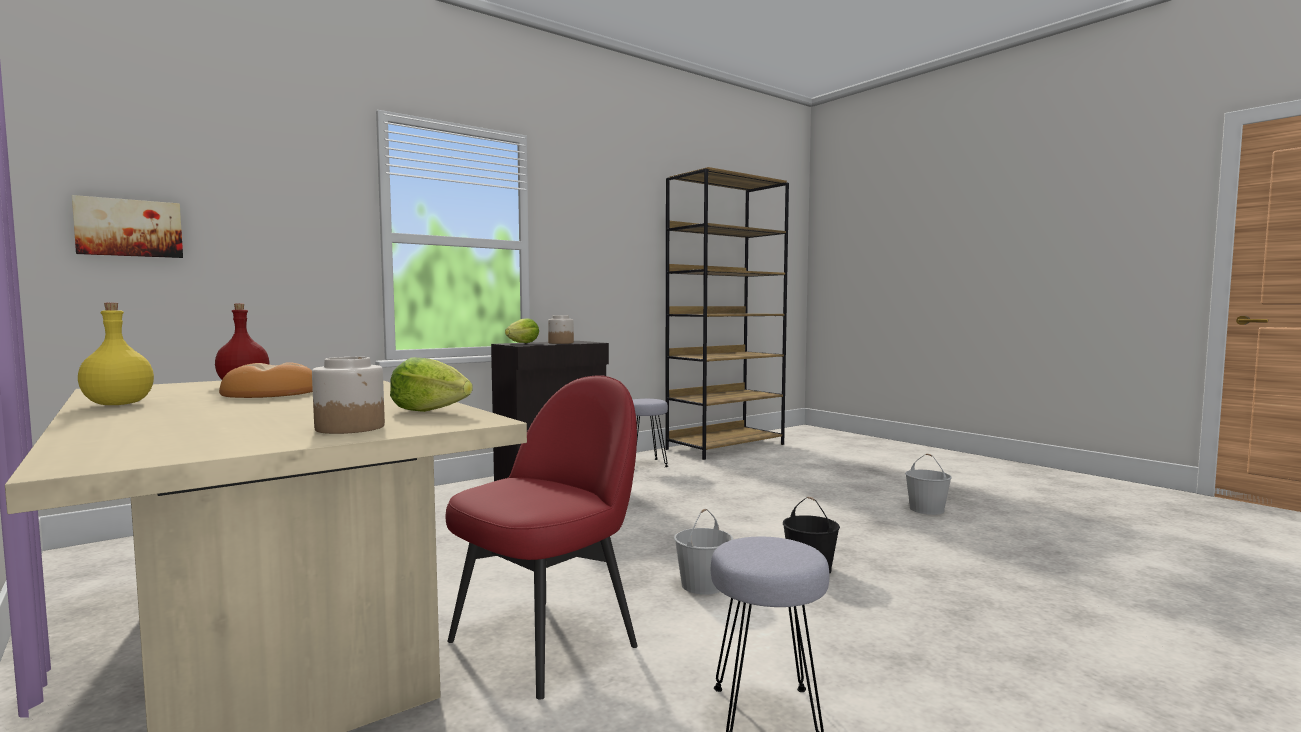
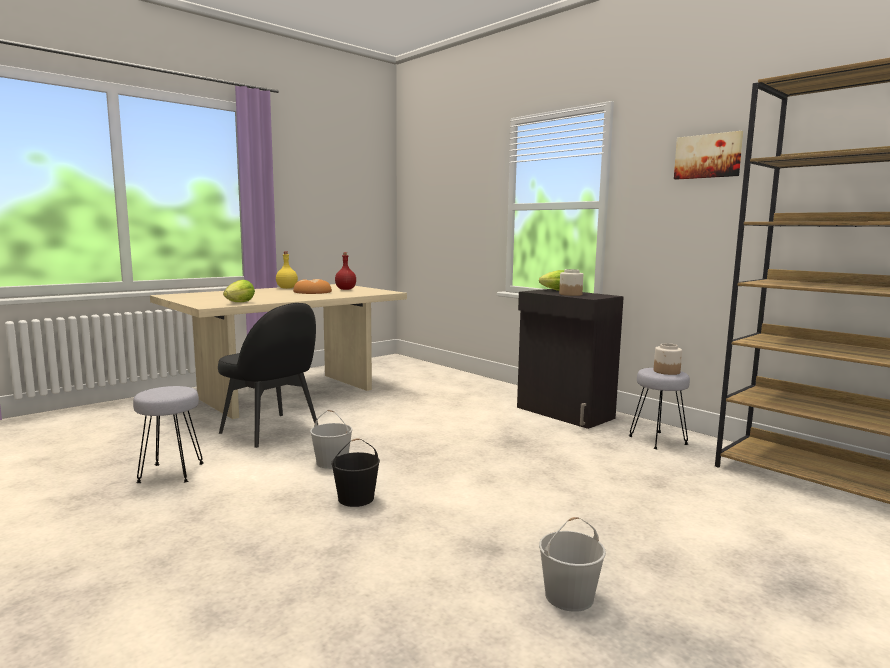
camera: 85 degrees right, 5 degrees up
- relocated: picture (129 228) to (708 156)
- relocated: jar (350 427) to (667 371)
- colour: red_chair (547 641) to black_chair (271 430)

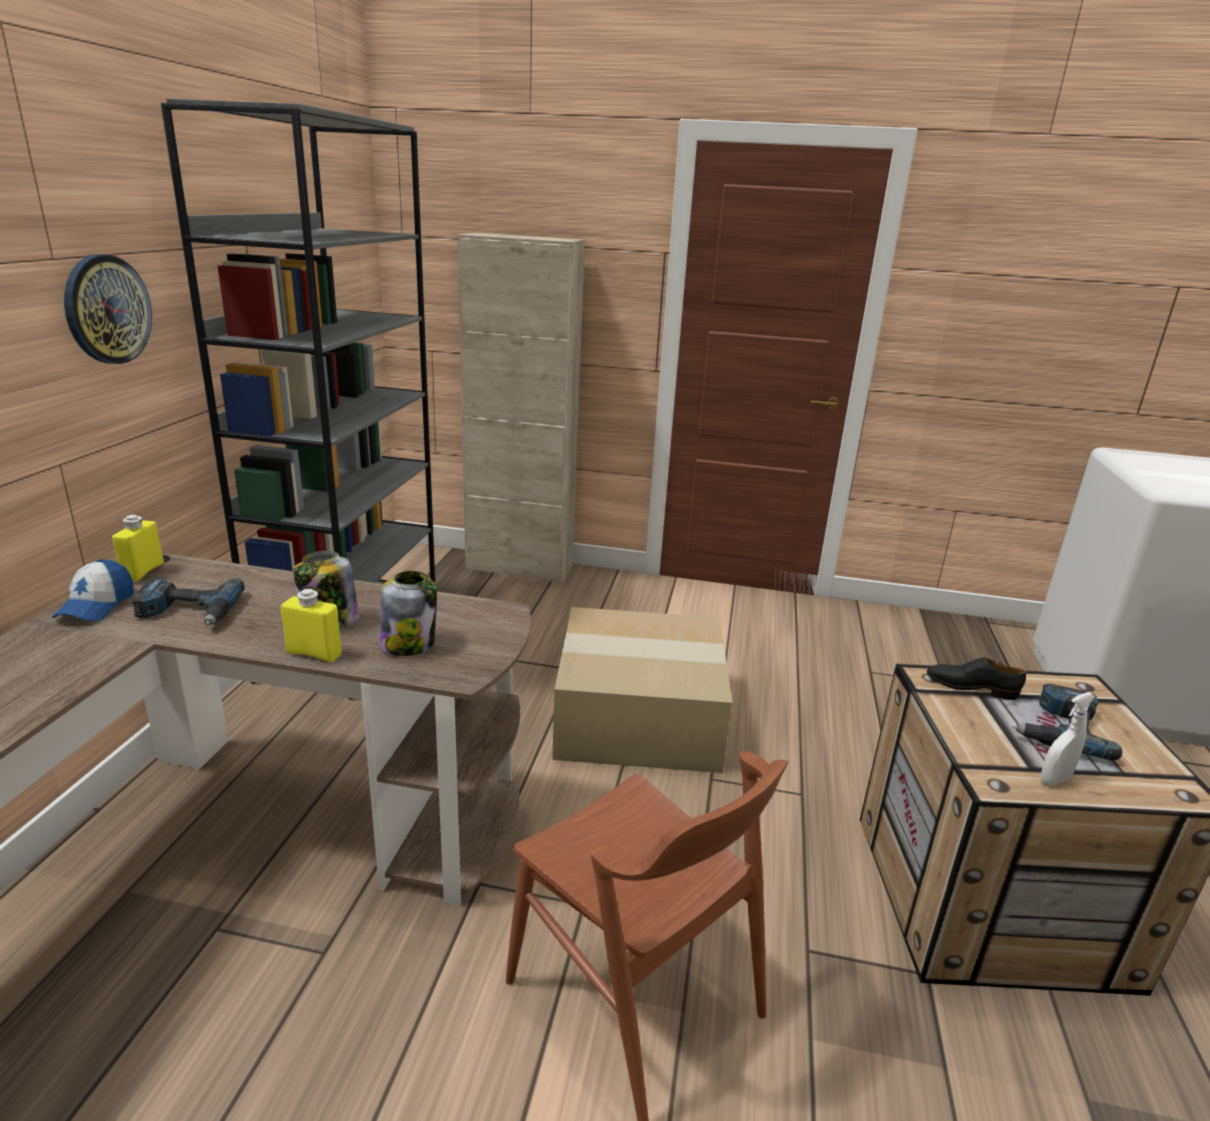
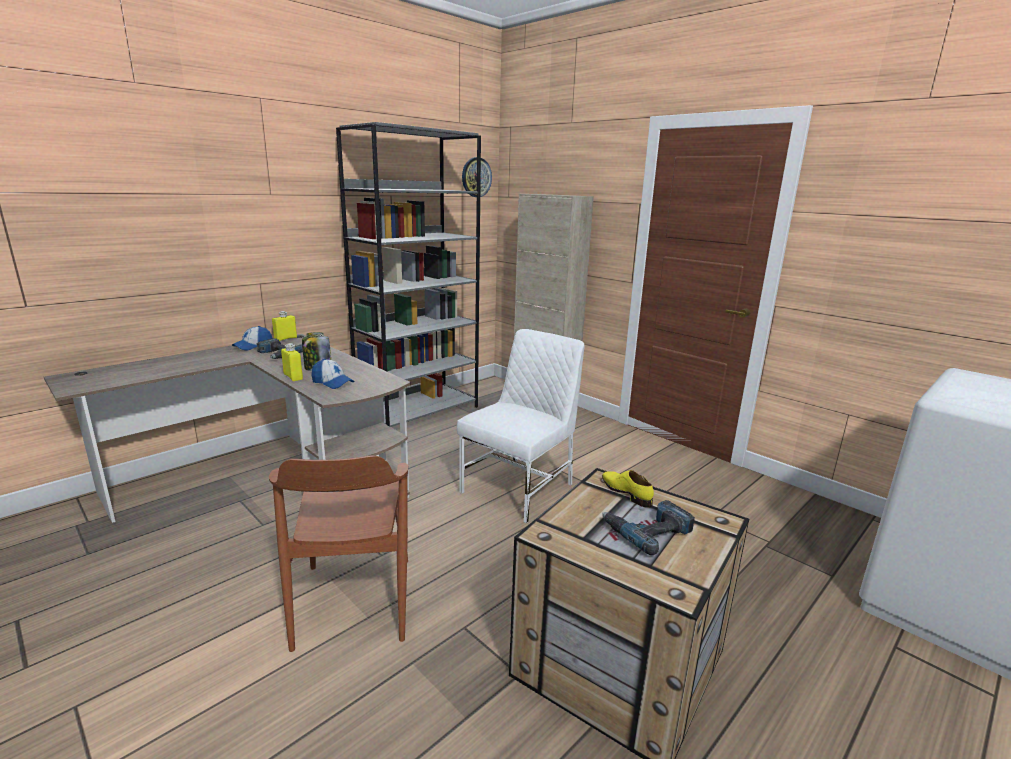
camera: 35 degrees right, 5 degrees down
- missing: white_spray_bottle (1055 779)
- relocated: wall_clock (107 309) to (476 177)
- exchanged: jar (409 644) to cap (332 382)
- exchanged: cardboard_box (641 715) to white_chair (520 488)
- colour: black_shoe (971 687) to yellow_shoe (626 492)

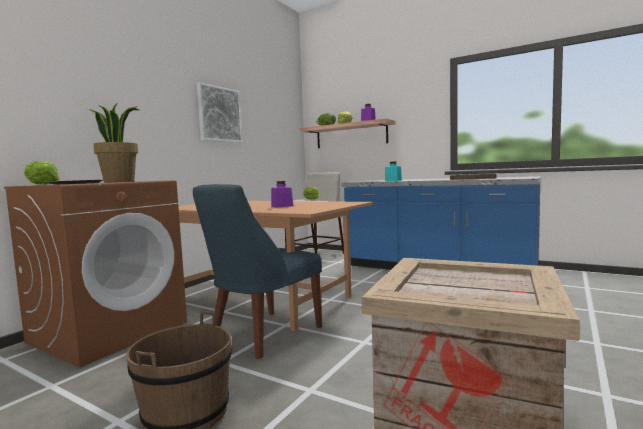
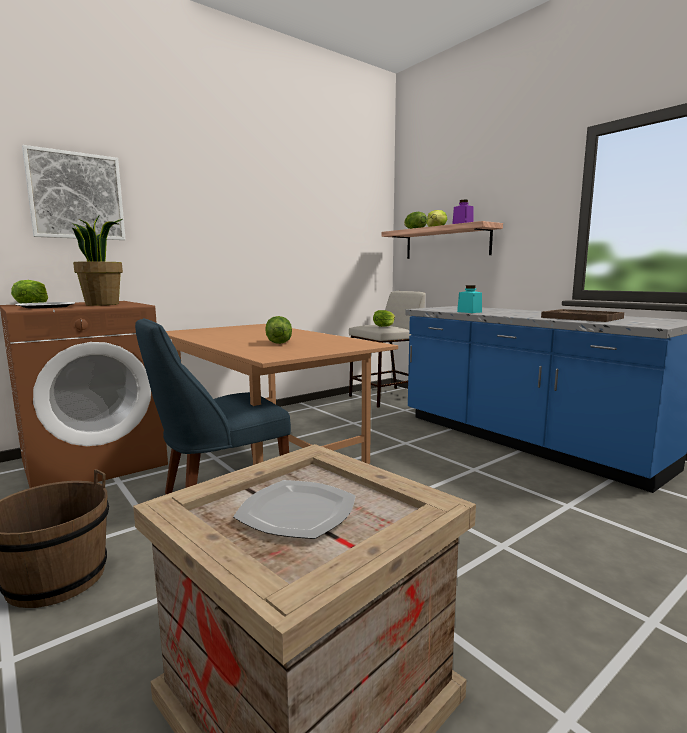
camera: 20 degrees right, 5 degrees up
- appeared: plate (296 511)
- relocated: picture (219 114) to (76 196)
- exchanged: purple_jar (282 206) to lettuce (278 343)

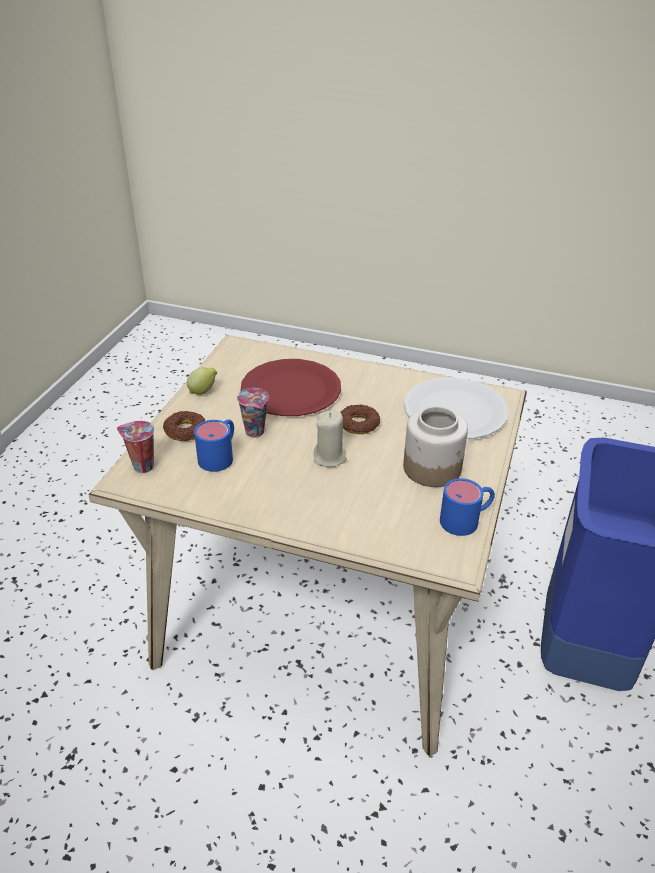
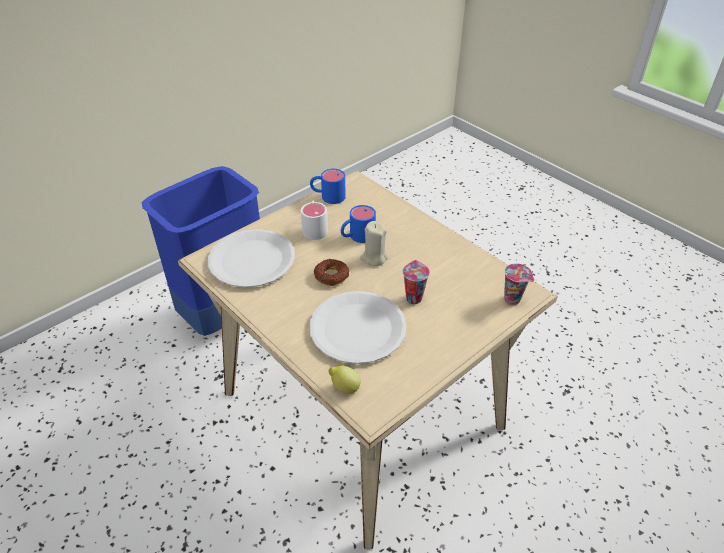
camera: 150 degrees left, 5 degrees up
- missing: donut (185 430)
- relocated: lemon (203 391) to (344 388)
- relocated: blue_mug (220 455) to (357 237)
- exchanged: jar (433 468) to white_mug (314 228)
- colour: red_plate (291 390) to white_plate (358 328)

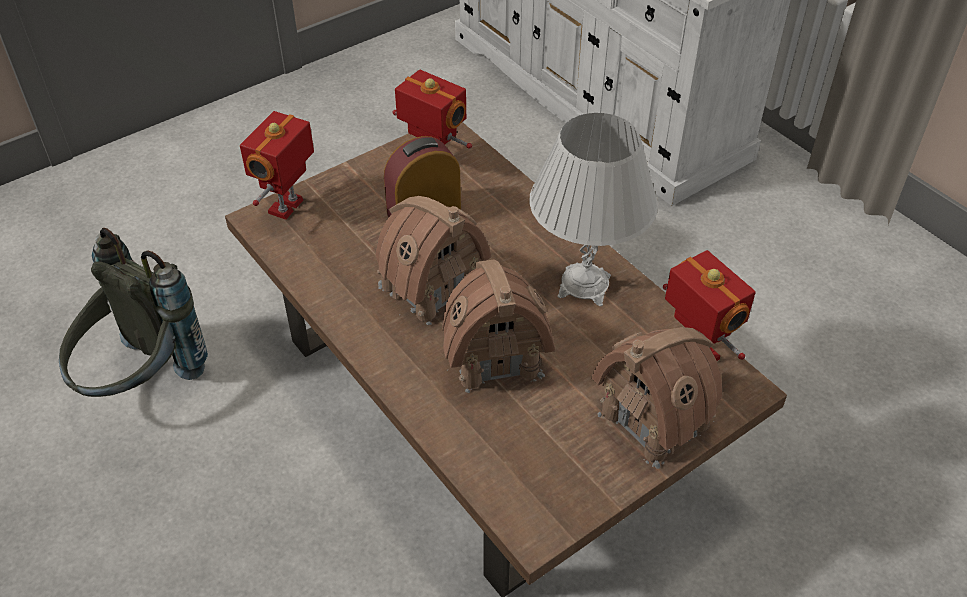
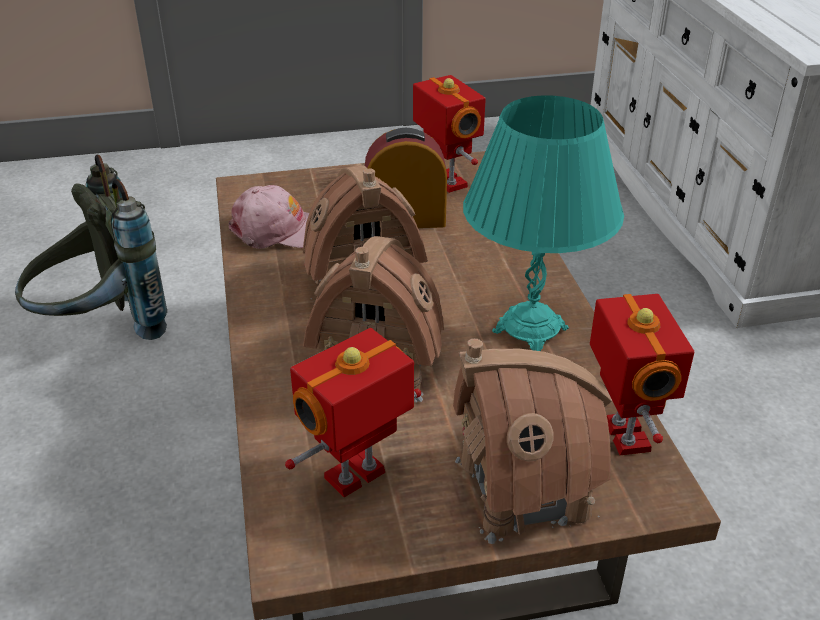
camera: 25 degrees right, 10 degrees down
- appeared: pink_cap (280 230)
- relocated: toy_robot (288 207) to (357 477)
- colour: white_table_lamp (584 286) to turquoise_table_lamp (530 330)

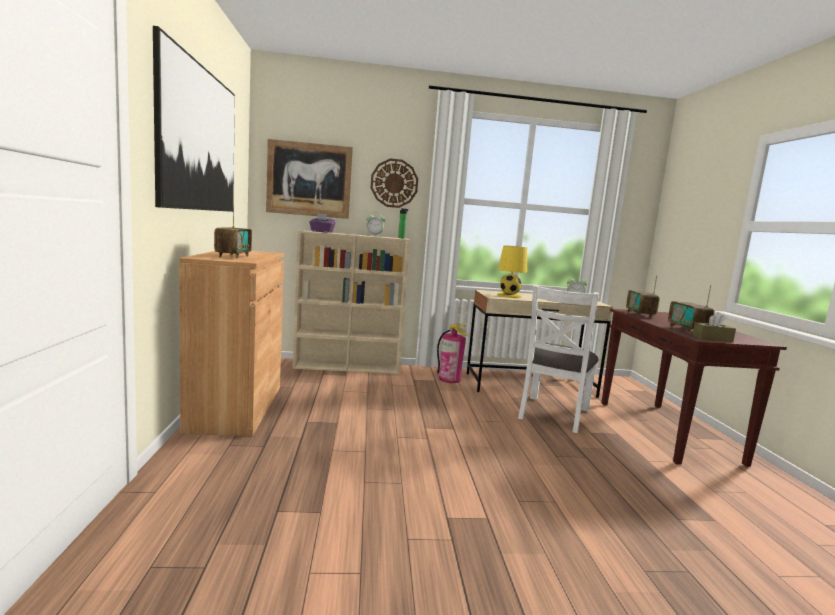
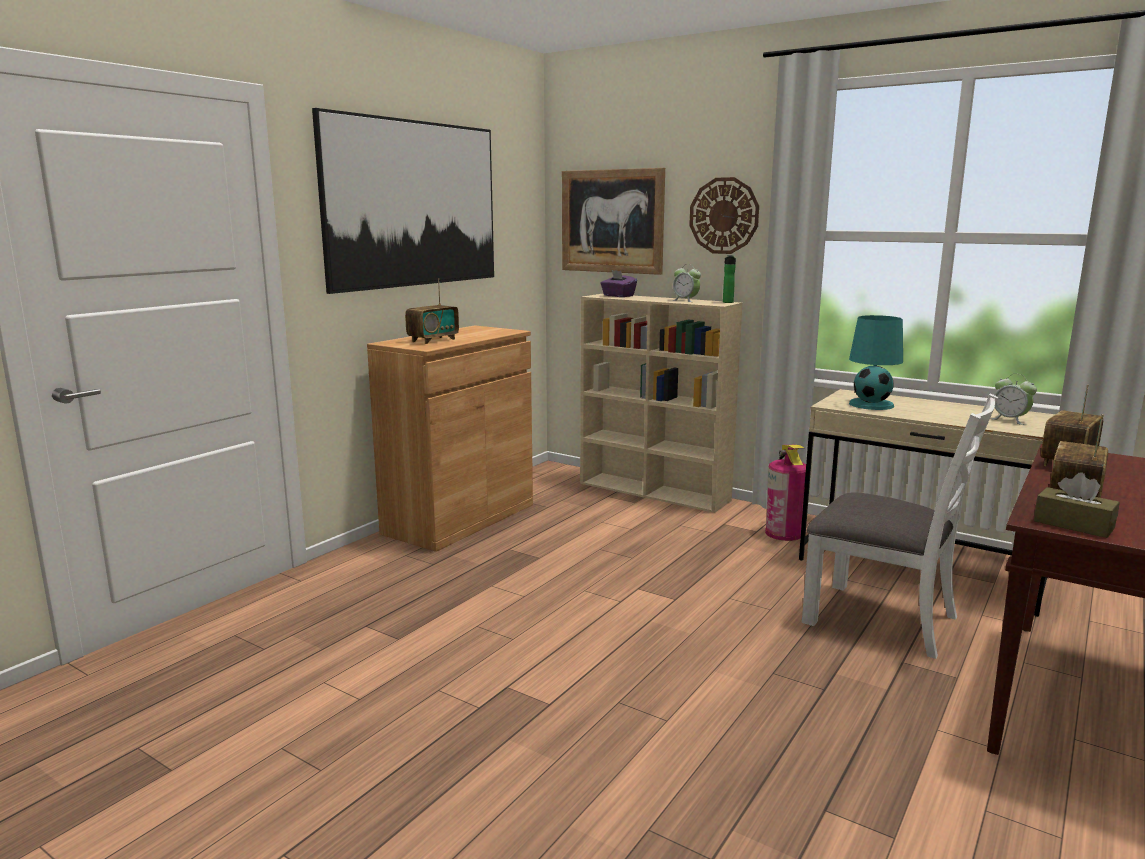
camera: 40 degrees right, 5 degrees up
- colour: yellow_table_lamp (509 296) to turquoise_table_lamp (872 405)
- spun: white_chair (553 413) = (882 619) 120 degrees counterclockwise

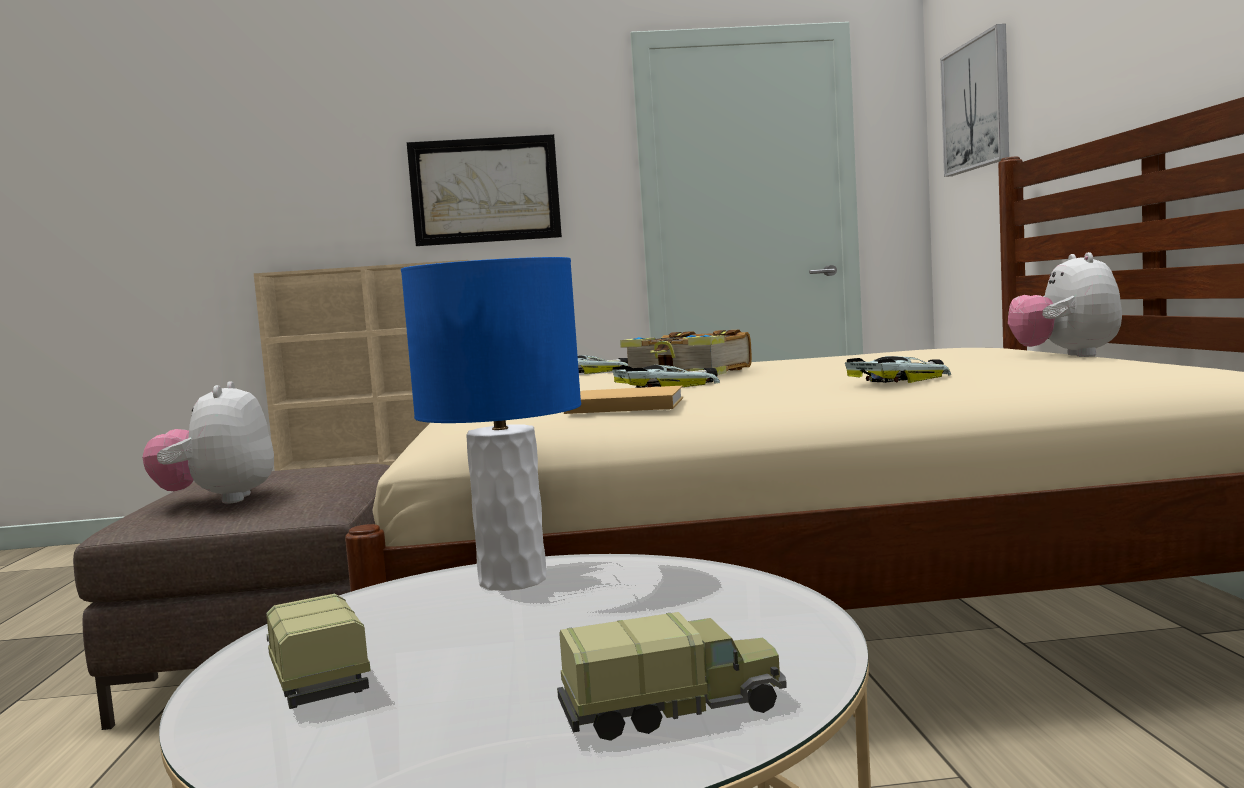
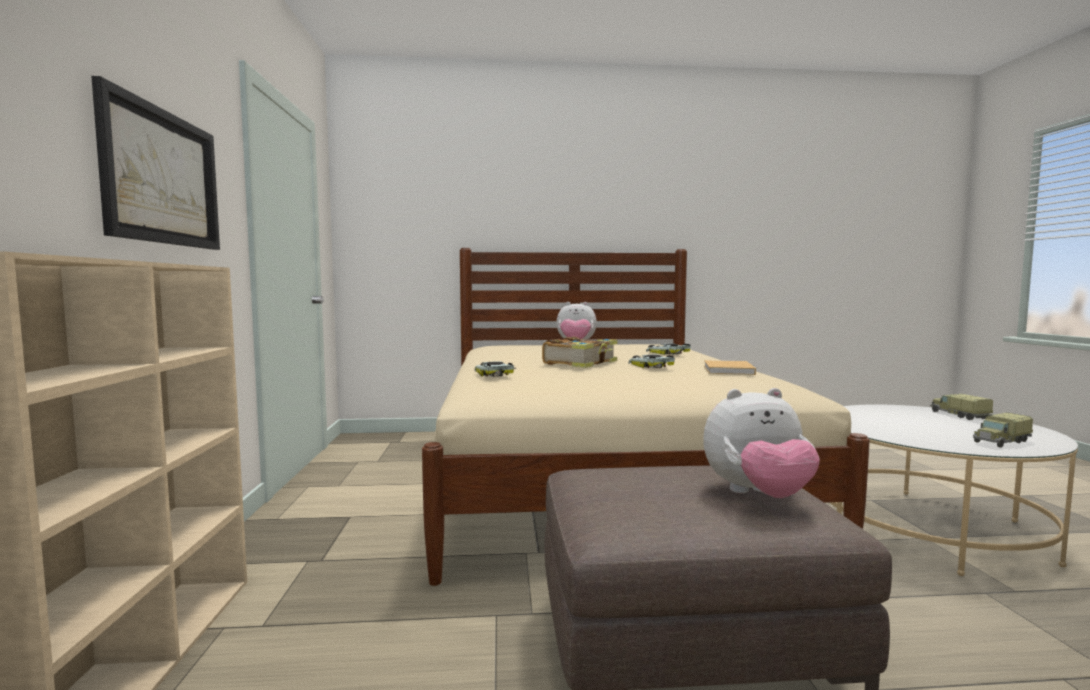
camera: 90 degrees left, 0 degrees up
- missing: blue_table_lamp (514 580)
- missing: picture (977 105)

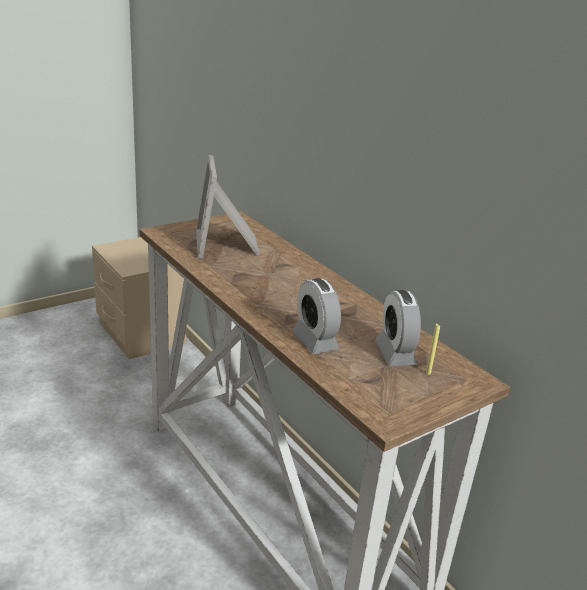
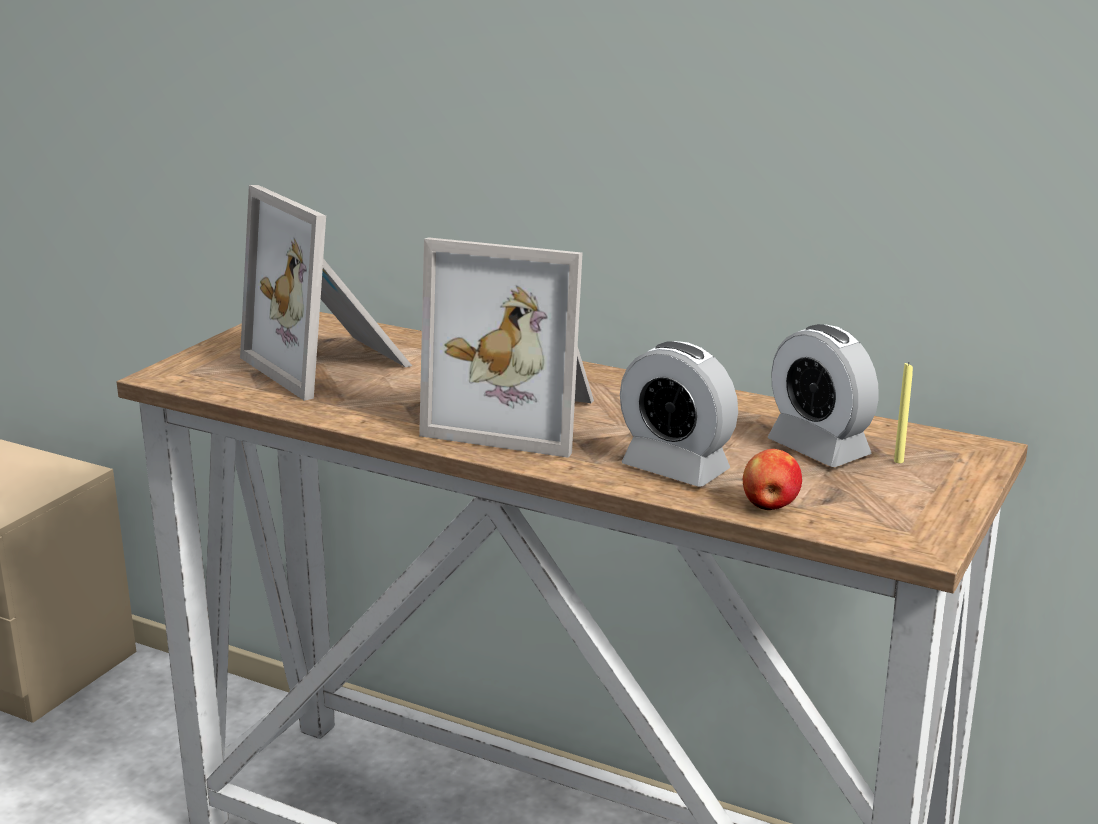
camera: 25 degrees left, 5 degrees down
- appeared: picture_frame (519 418)
- appeared: apple (770 506)

